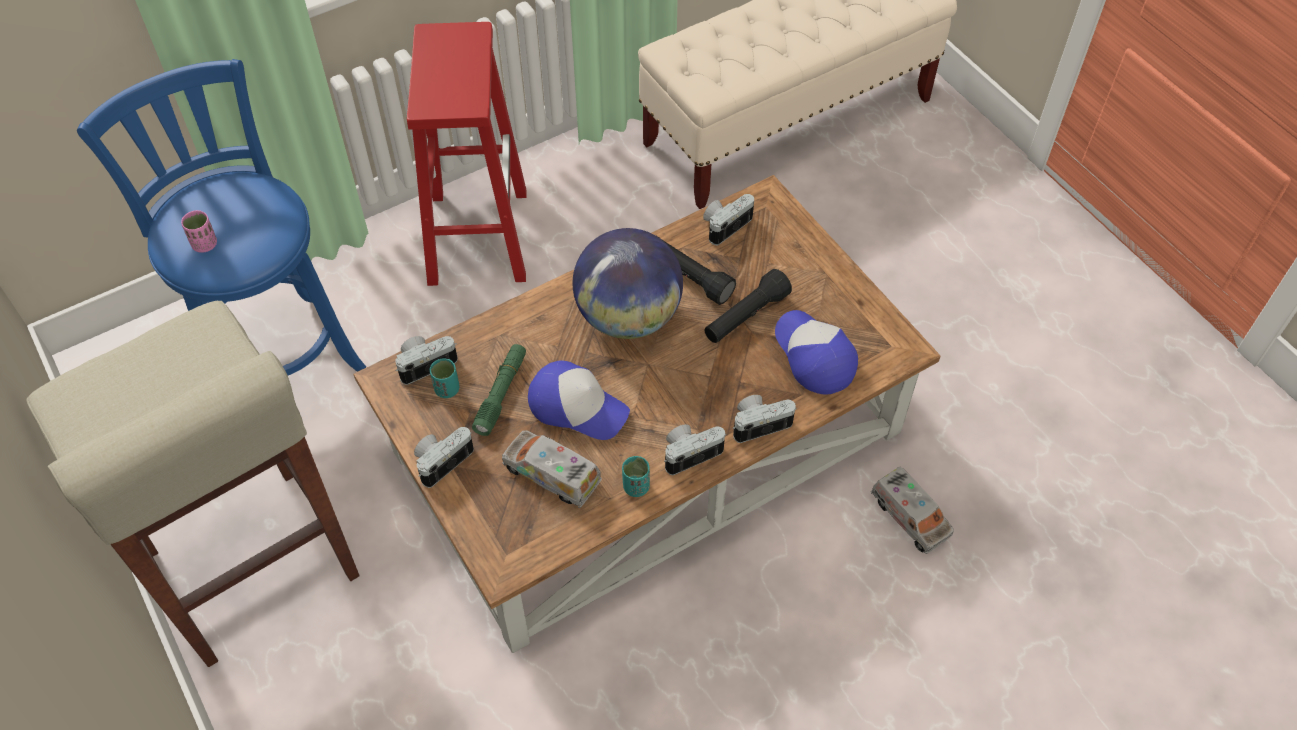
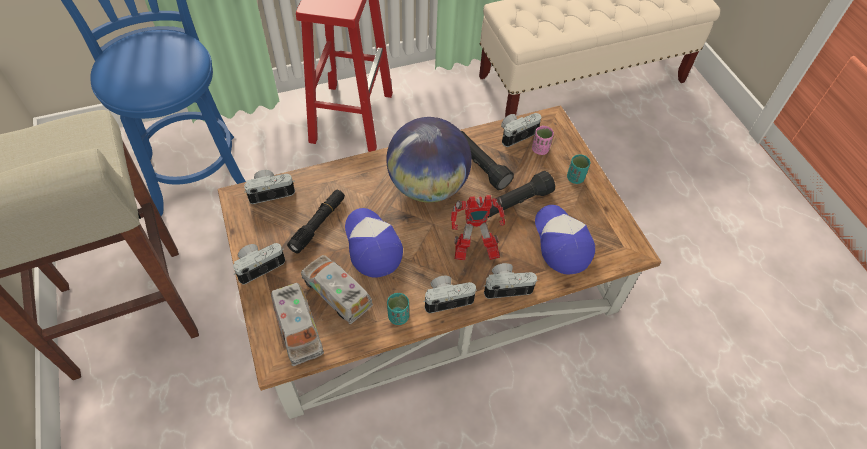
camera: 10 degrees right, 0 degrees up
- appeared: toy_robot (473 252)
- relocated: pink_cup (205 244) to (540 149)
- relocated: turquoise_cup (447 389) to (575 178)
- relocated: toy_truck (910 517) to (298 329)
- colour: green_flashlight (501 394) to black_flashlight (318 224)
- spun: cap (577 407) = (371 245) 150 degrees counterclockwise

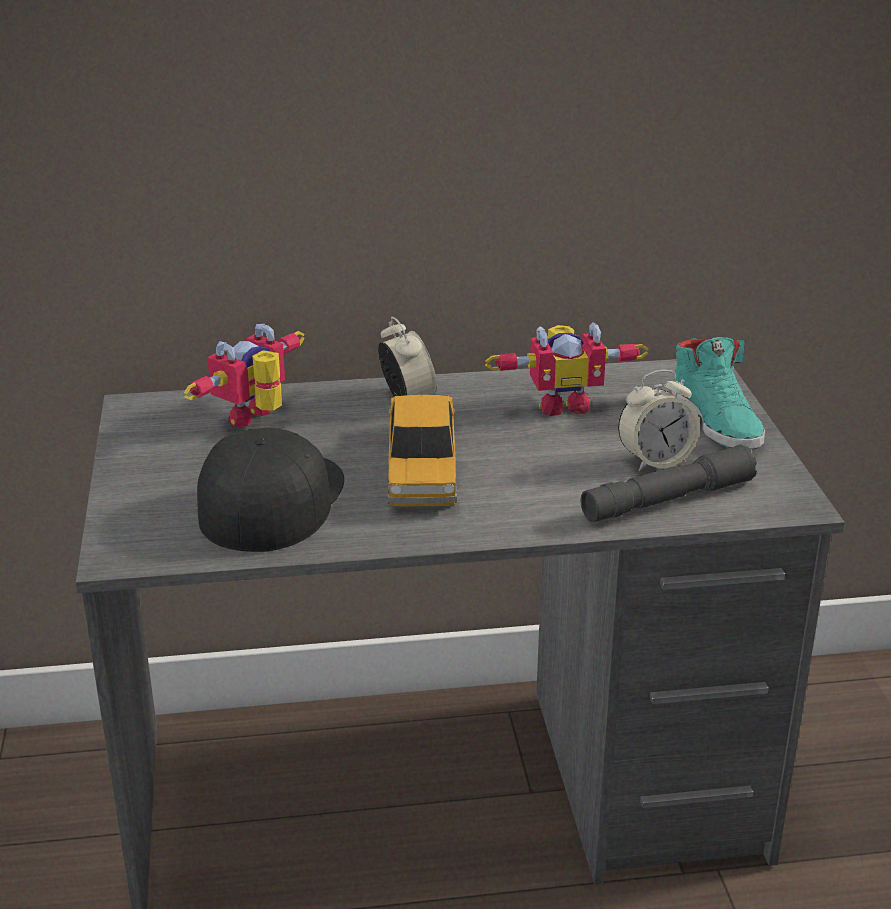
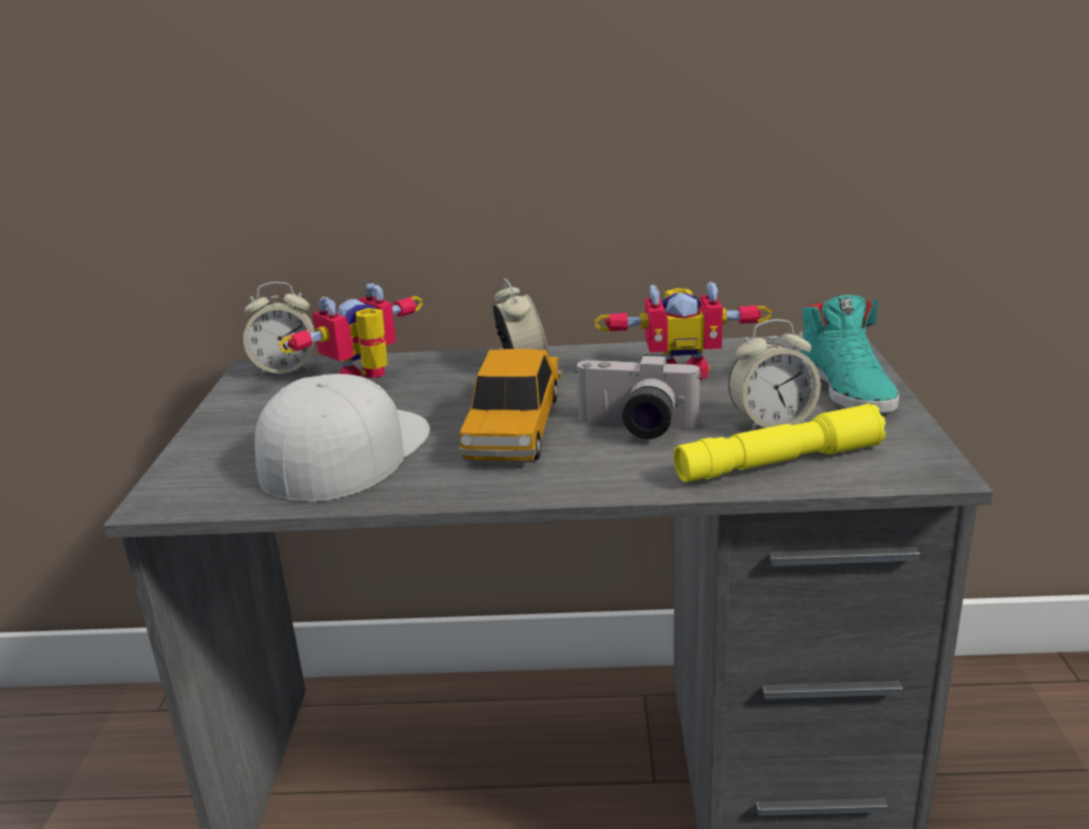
camera: 10 degrees right, 5 degrees down
- appeared: alarm_clock (286 369)
- appeared: photo_camera (635 429)
- colour: black_cap (270 499) to white_cap (345 451)
- colour: grey_flashlight (667 500) to yellow_flashlight (778 462)

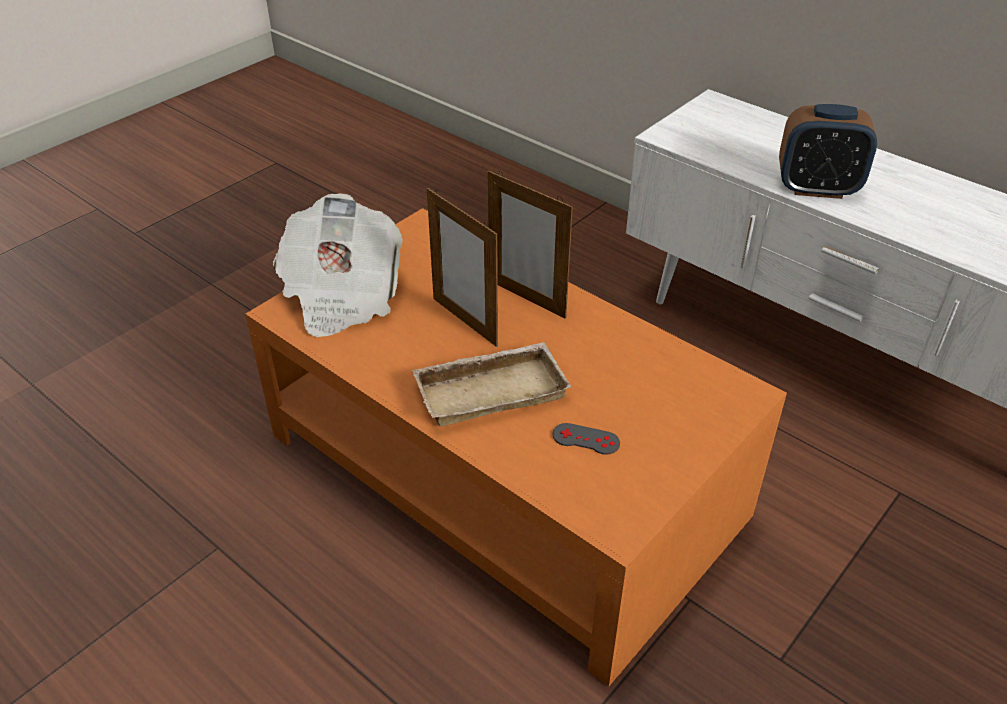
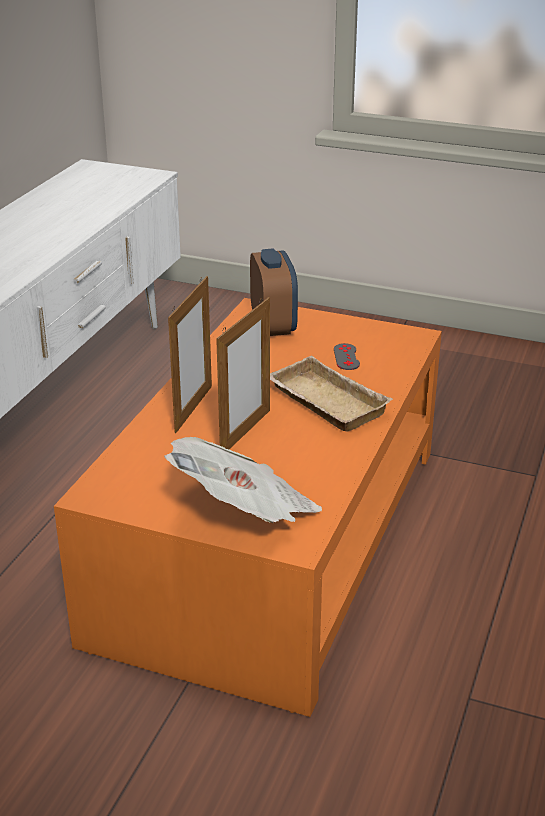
camera: 110 degrees left, 10 degrees down
- relocated: alarm_clock (817 188) to (273 326)

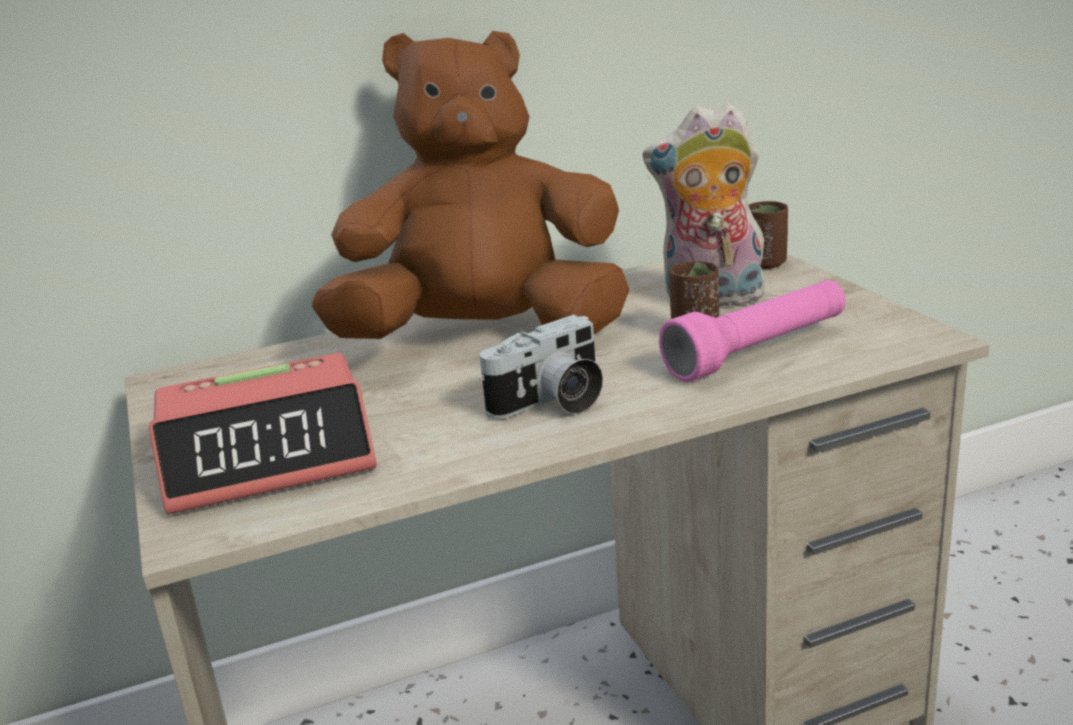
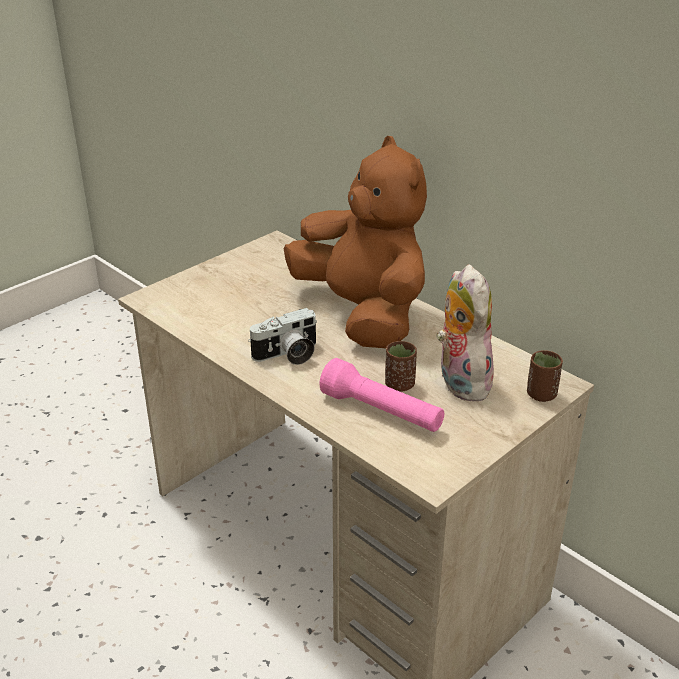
camera: 65 degrees right, 10 degrees up
- missing: alarm_clock (270 457)
- spun: photo_camera (552 403) = (288 355) 60 degrees counterclockwise

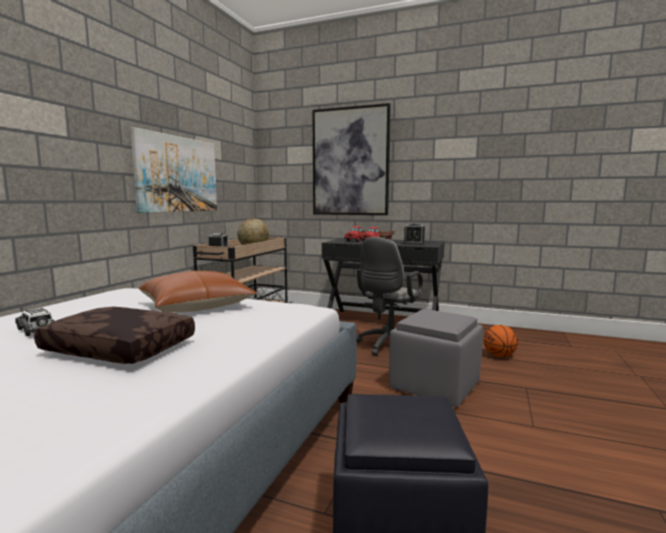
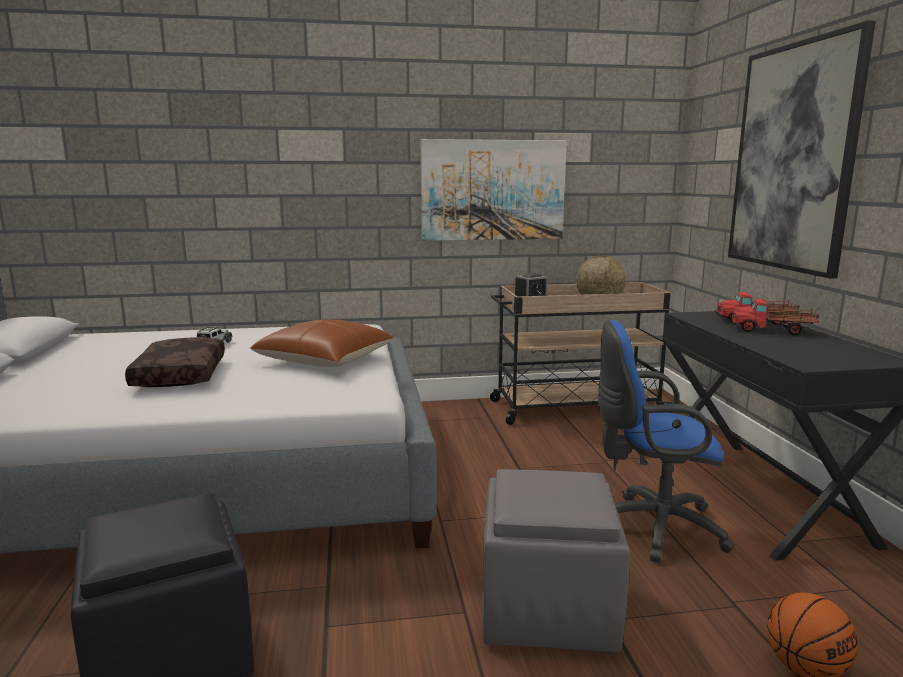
camera: 60 degrees right, 5 degrees up
- missing: alarm_clock (414 243)
- colour: grey_office_chair (388 346) to blue_office_chair (652 527)

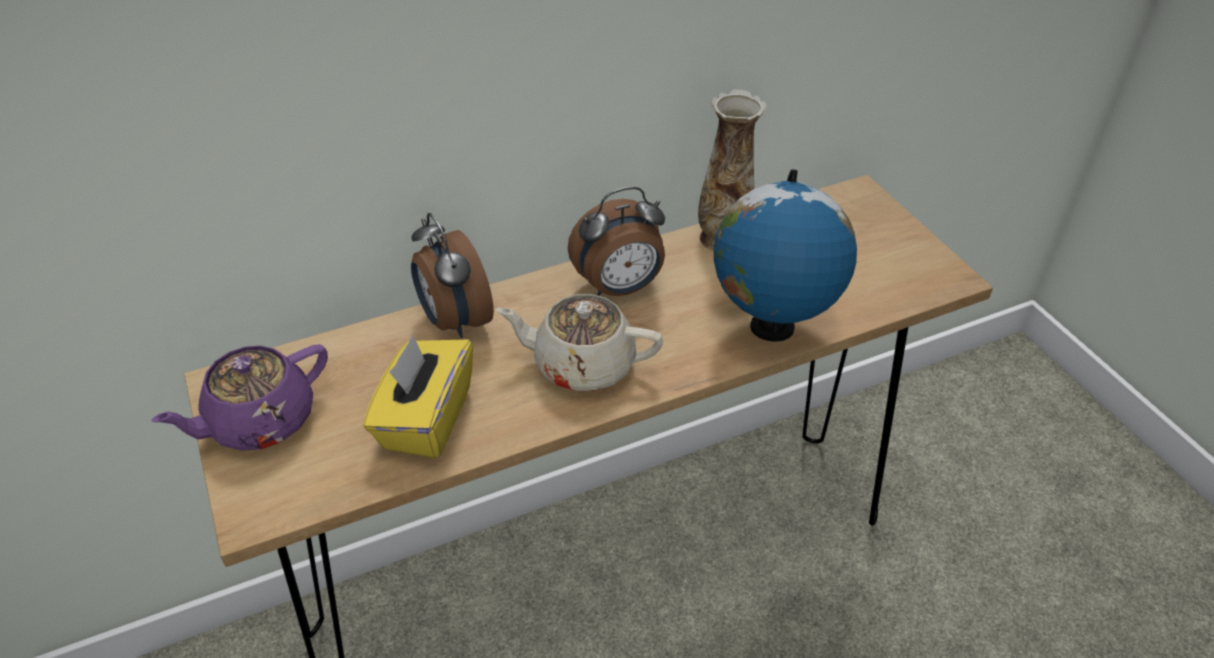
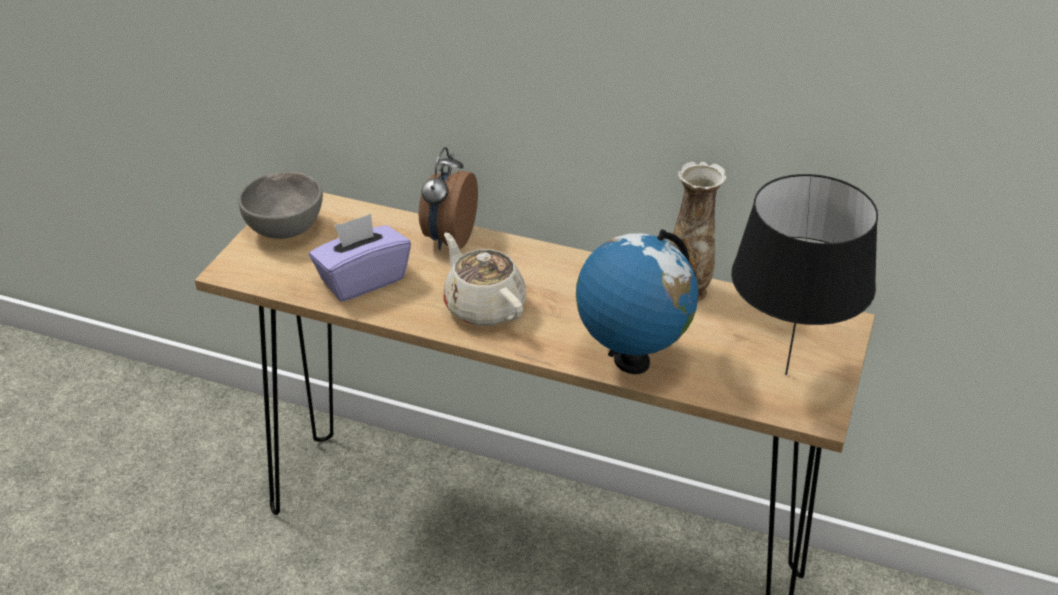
camera: 45 degrees right, 5 degrees down
- missing: alarm_clock (620 288)
- appeared: black_table_lamp (785 375)
- exchanged: purple_teapot (259 421) to grey_bowl (286 229)
- colour: yellow_tissue_box (425 419) to purple_tissue_box (362 280)

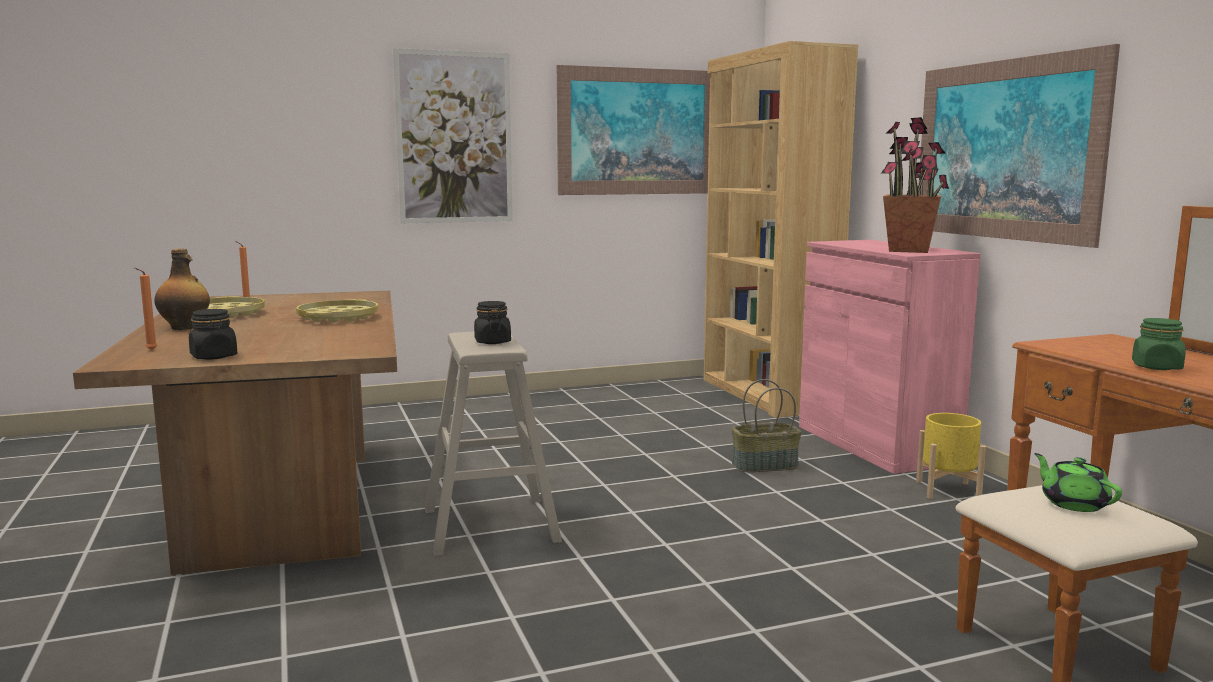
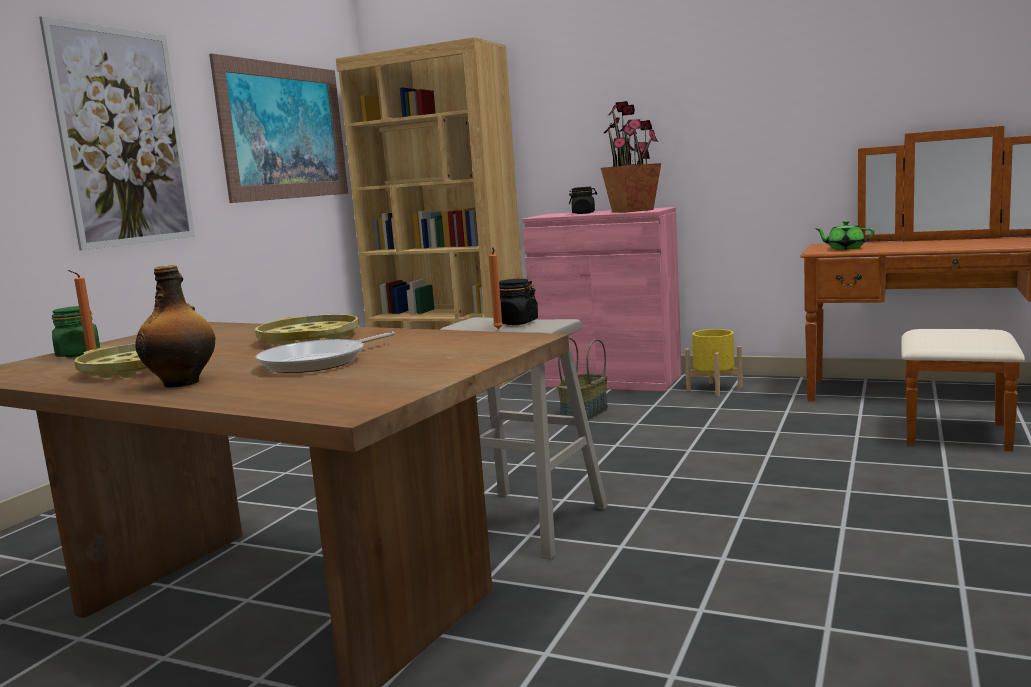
camera: 45 degrees left, 0 degrees up
- missing: picture (1005 150)
- appeared: frying_pan (319 362)
- relocated: orange_candle (150 350) to (498 329)
- relocated: black_jar (214 357) to (583 213)
- relocated: green_teapot (1073 504) to (844 248)
- relocated: green_jar (1156 367) to (79 354)

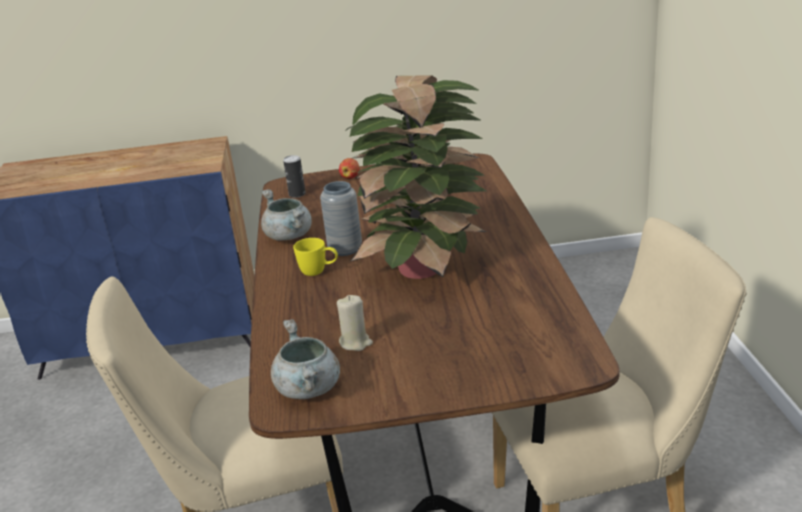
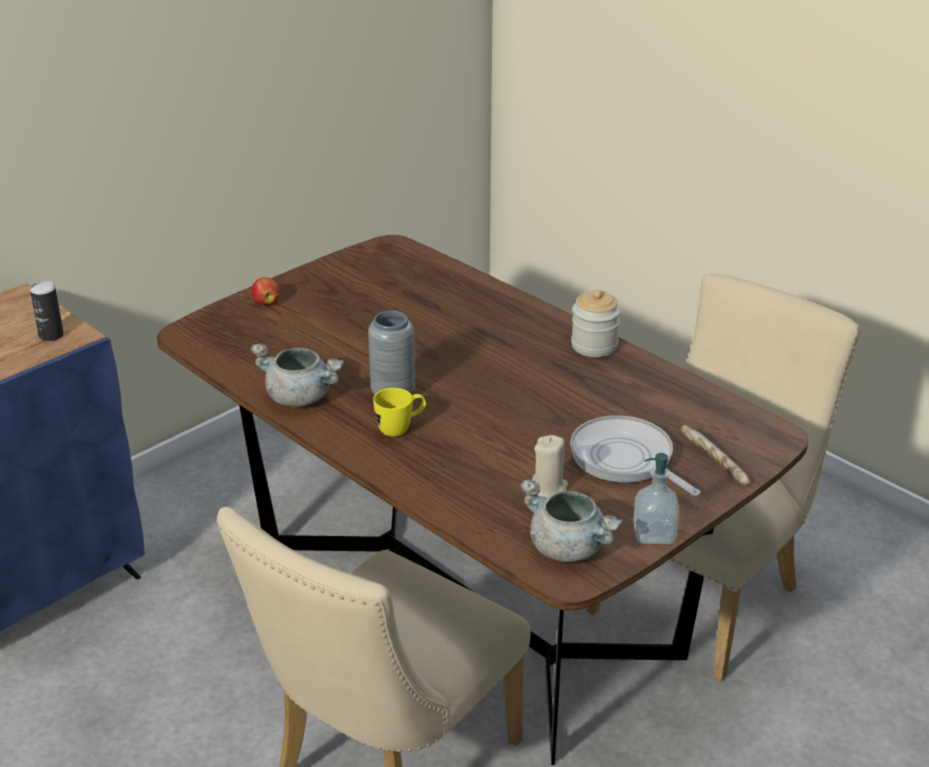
camera: 40 degrees left, 5 degrees up
- missing: potted_plant (422 270)
- appeared: frying_pan (625 460)
- appeared: jar (594 346)
- appeared: soap_dispenser (654 534)
- appeared: bread (713 463)
- relocated: can (297 194) to (51 335)

